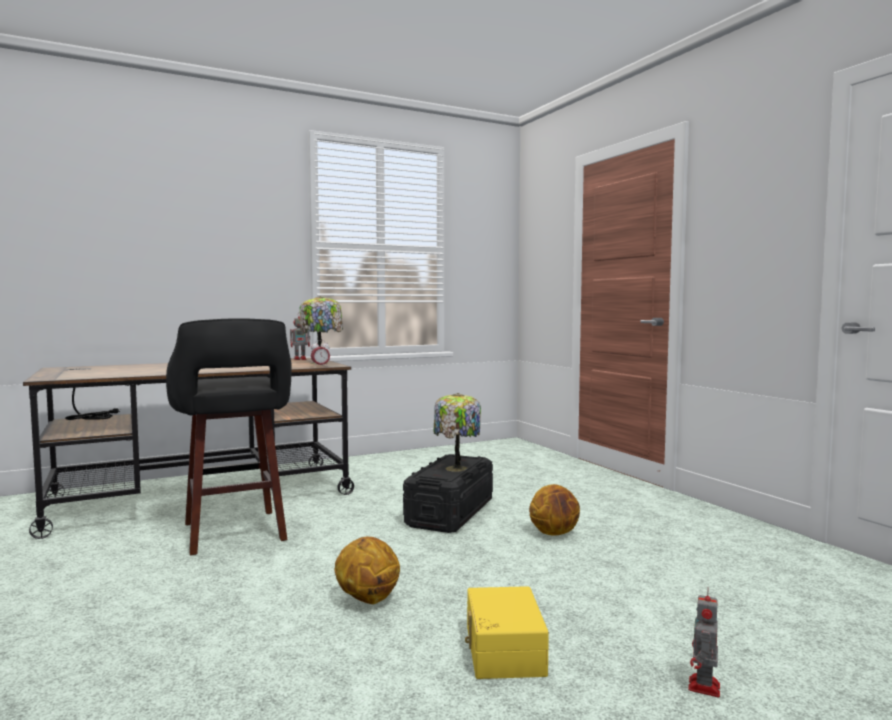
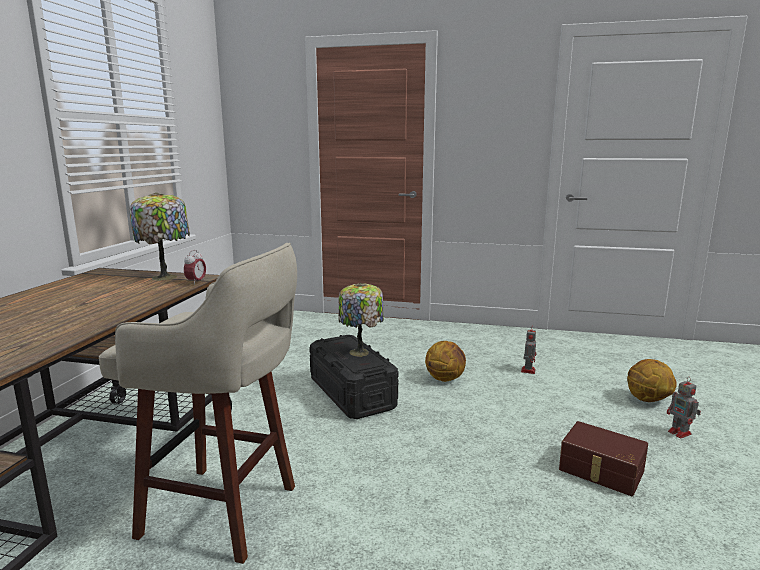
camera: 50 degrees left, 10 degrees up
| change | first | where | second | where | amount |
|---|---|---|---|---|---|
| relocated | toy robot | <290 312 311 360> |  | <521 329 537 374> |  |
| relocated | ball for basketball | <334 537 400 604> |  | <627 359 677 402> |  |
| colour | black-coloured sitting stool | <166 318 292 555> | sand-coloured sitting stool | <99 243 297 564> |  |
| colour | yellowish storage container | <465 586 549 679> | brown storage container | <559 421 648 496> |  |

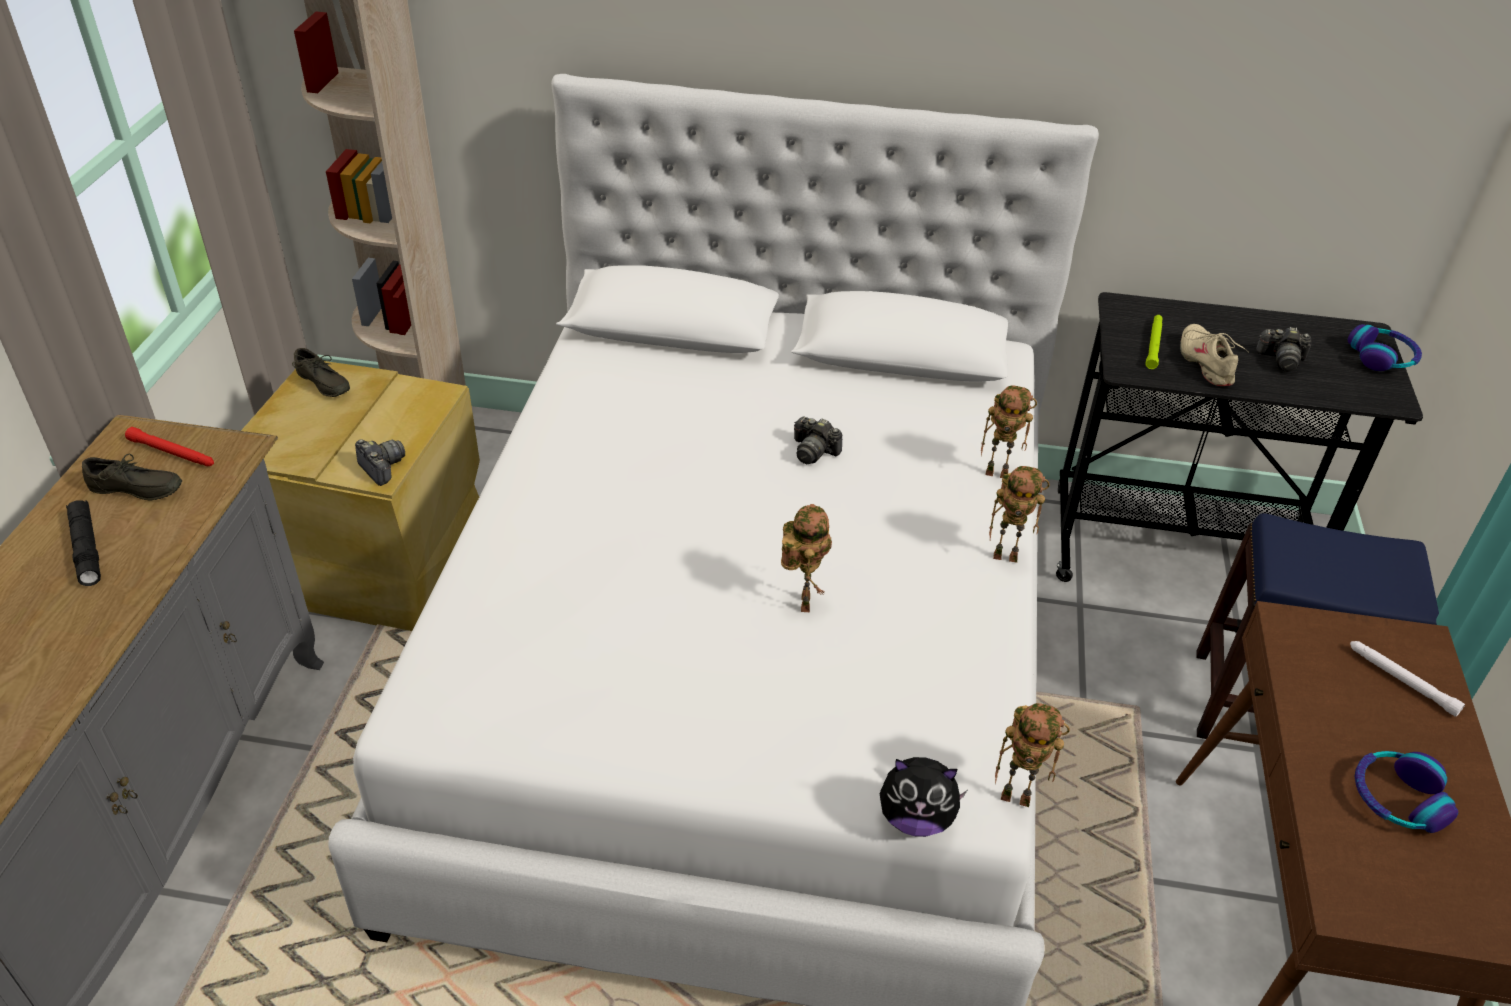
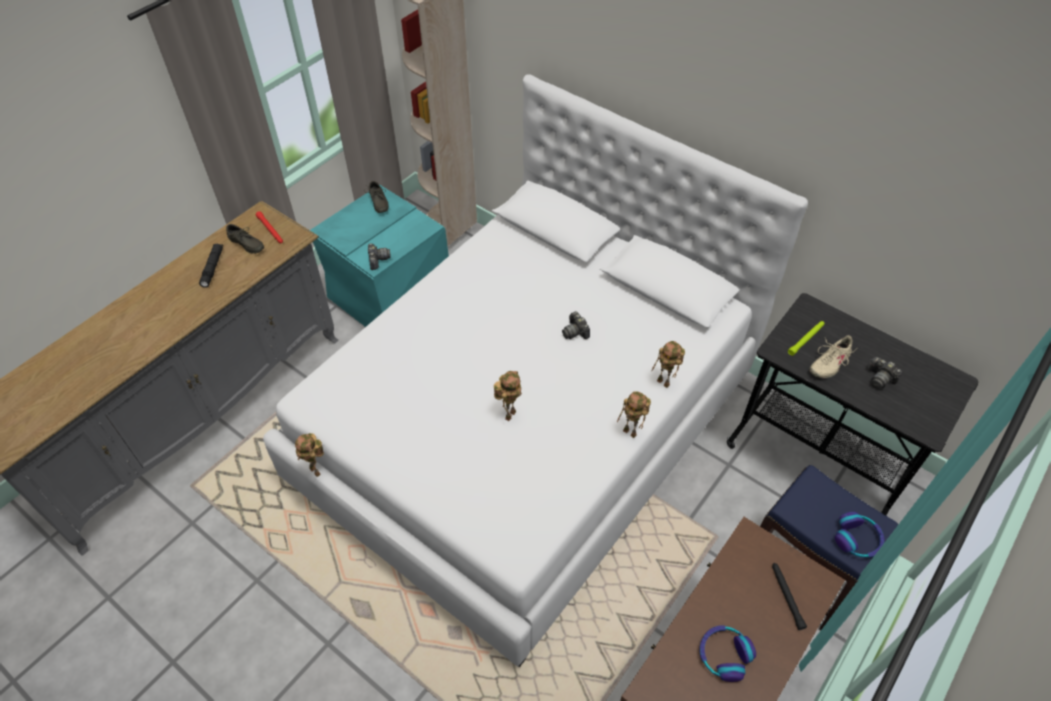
camera: 30 degrees right, 10 degrees up
| change | first | where | second | where | amount |
|---|---|---|---|---|---|
| missing | soft toy | <879 757 967 837> |  |  |  |
| relocated | toy robot | <995 703 1070 807> |  | <295 433 324 477> |  |
| relocated | headset | <1348 324 1422 371> |  | <835 512 884 558> |  |
| colour | sand-coloured storage container | <241 361 480 631> | turquoise storage container | <310 185 449 327> |  |
| colour | white hand torch | <1350 641 1465 717> | black-coloured hand torch | <772 563 807 630> |  |
| spun | sand-coloured low shoe | <1180 324 1249 386> |  | <809 335 856 378> | 150 degrees counterclockwise |

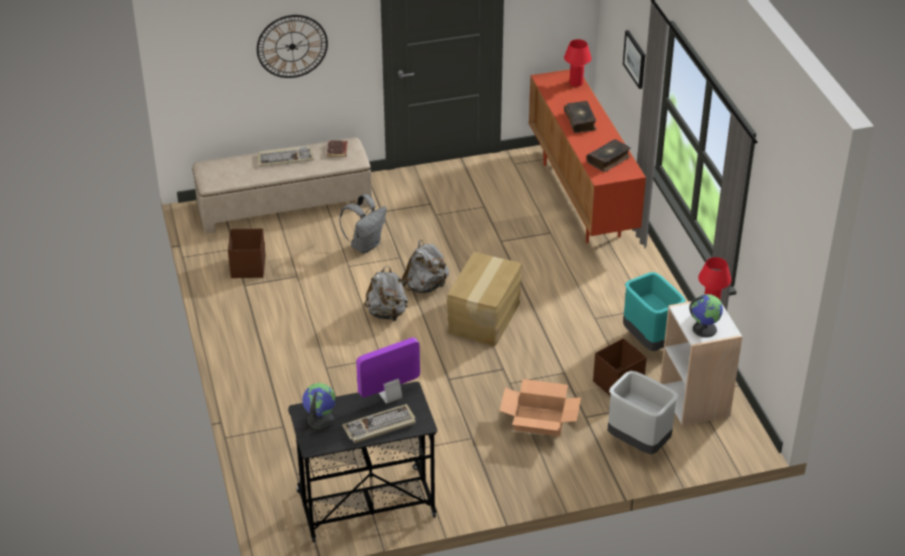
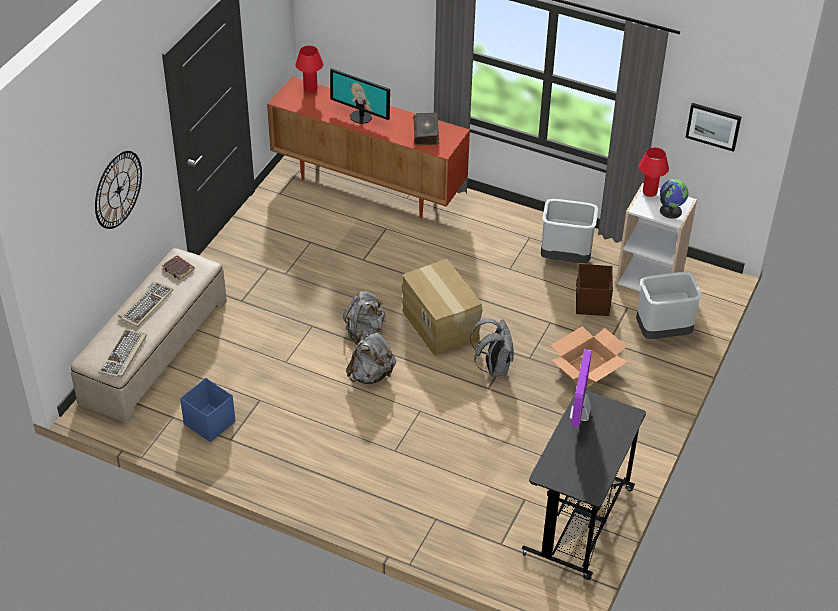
camera: 50 degrees left, 5 degrees up
| change | first | where | second | where | amount |
|---|---|---|---|---|---|
| missing | world globe | <302 383 335 429> |  |  |  |
| relocated | greyish knapsack | <340 194 387 253> |  | <470 318 514 377> |  |
| relocated | PC keyboard | <342 404 416 443> |  | <98 329 147 377> |  |
| relocated | wall picture | <623 30 645 89> |  | <685 103 741 152> |  |
| exchanged | bound book | <564 101 597 133> | computer screen | <330 68 390 124> |  |
| colour | brown storage container | <228 228 266 278> | blue storage container | <180 378 236 442> |  |
| colour | turquoise trash can | <623 272 686 351> | greyish trash can | <541 199 598 263> |  |

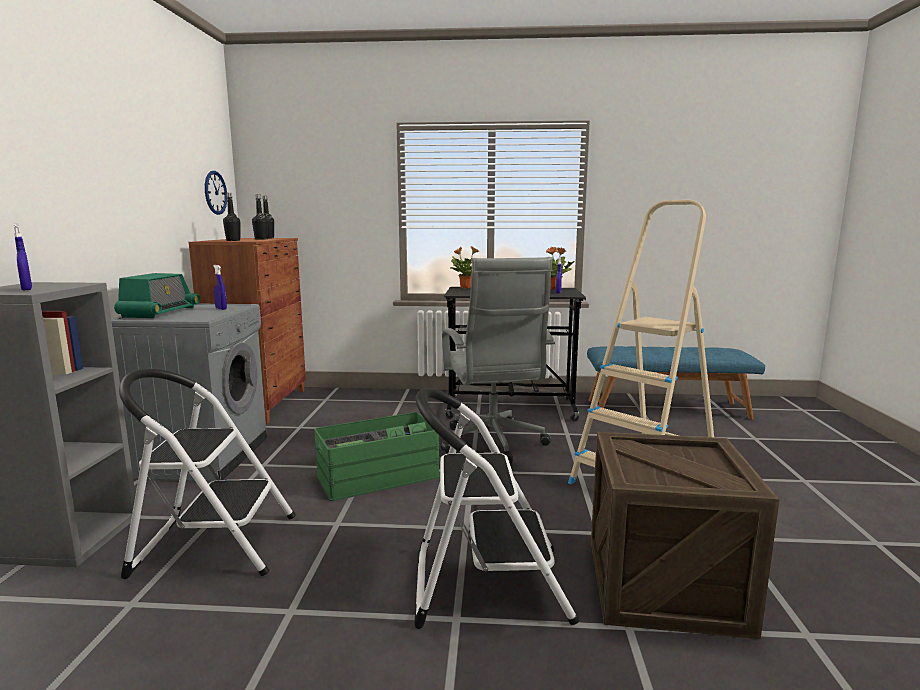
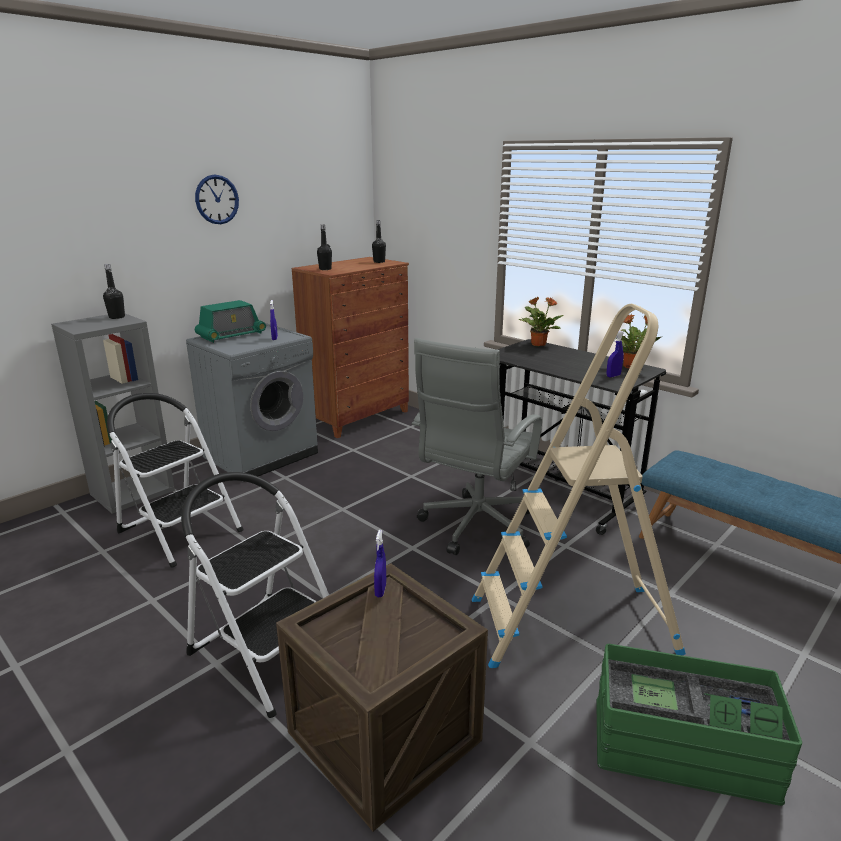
camera: 40 degrees right, 10 degrees up
| change | first | where | second | where | amount |
|---|---|---|---|---|---|
| relocated | blue hand sprayer | <13 223 32 290> |  | <374 530 386 597> |  |
| relocated | wall clock | <205 171 227 215> |  | <195 175 239 224> |  |
| relocated | black-coloured beverage bottle | <252 194 268 240> |  | <103 264 125 319> |  |
| relocated | green-coloured storage container | <314 412 440 501> |  | <596 644 802 806> |  |

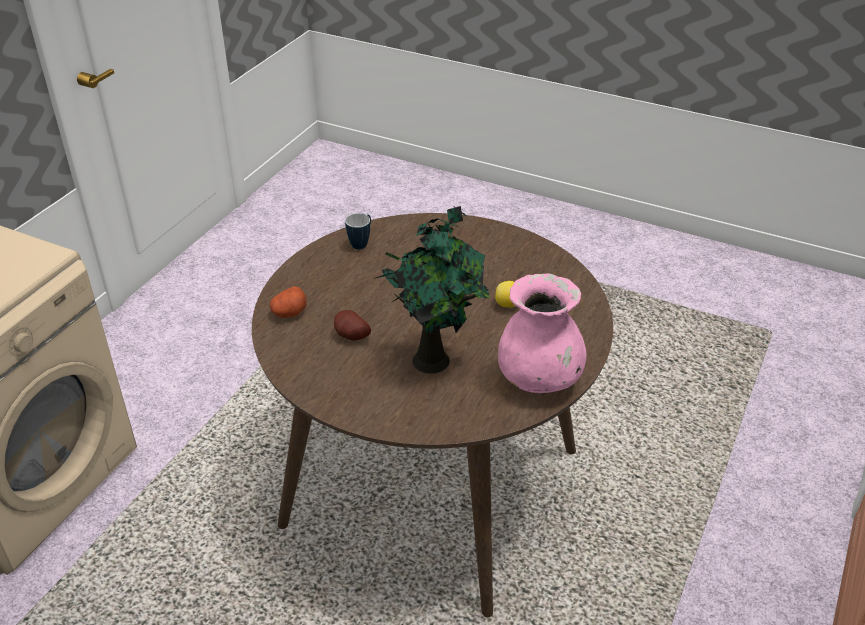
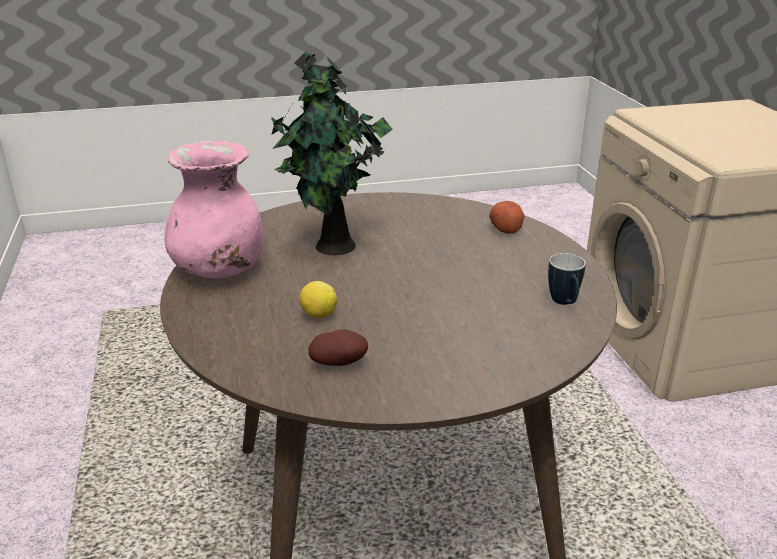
camera: 140 degrees right, 10 degrees down
| change | first | where | second | where | amount |
|---|---|---|---|---|---|
| relocated | whole potato | <334 310 371 341> |  | <308 330 368 366> |  |

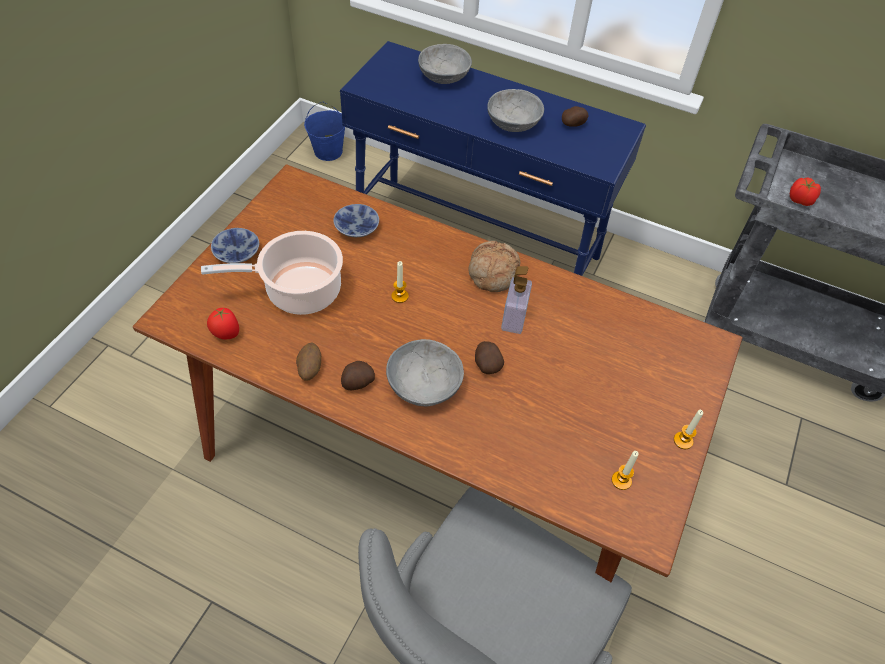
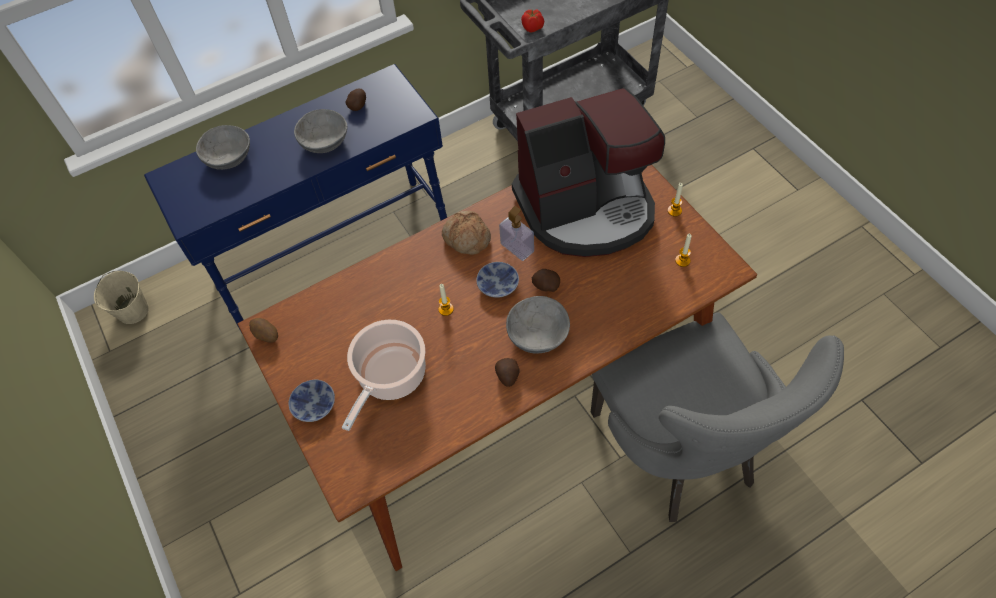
camera: 50 degrees left, 5 degrees up
| change | first | where | second | where | amount |
|---|---|---|---|---|---|
| missing | fresh tomato | <207 308 239 339> |  |  |  |
| appeared |  |  | coffee maker | <512 87 665 257> |  |
| relocated | whole potato | <296 343 321 381> |  | <249 318 278 343> |  |
| relocated | serving bowl | <333 204 379 237> |  | <476 262 519 298> |  |
| colour | blue pail | <304 102 345 161> | sand-coloured pail | <94 271 149 324> |  |

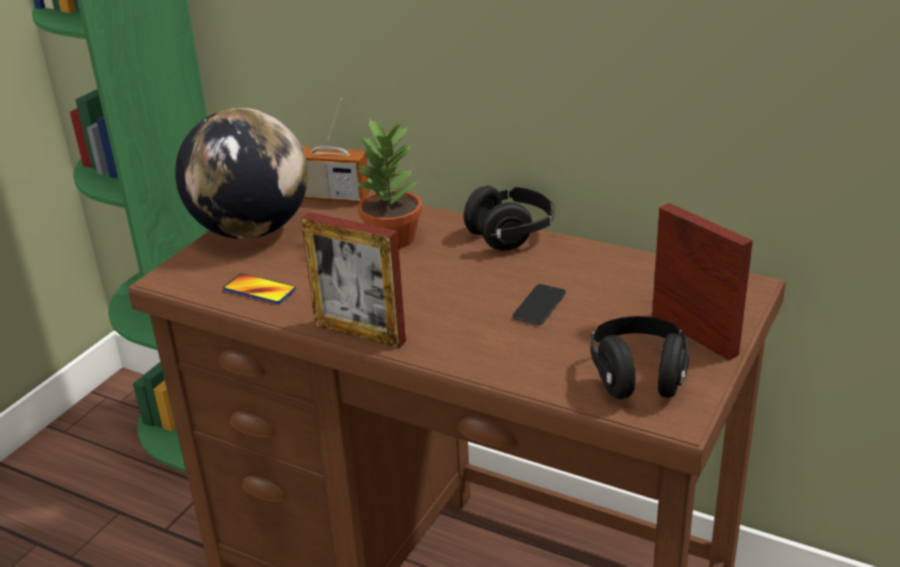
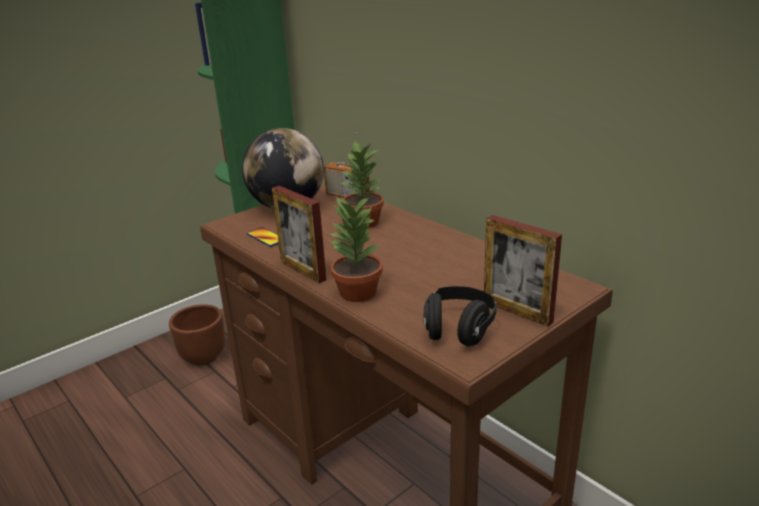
camera: 20 degrees right, 5 degrees down
| change | first | where | second | where | amount |
|---|---|---|---|---|---|
| missing | black-coloured headset | <464 186 555 251> |  |  |  |
| missing | telephone | <512 284 566 325> |  |  |  |
| appeared |  |  | brown planter | <169 304 225 365> |  |
| appeared |  |  | houseplant | <328 196 383 302> |  |
| spun | photo frame | <652 203 753 361> |  | <484 215 562 327> | 150 degrees clockwise |

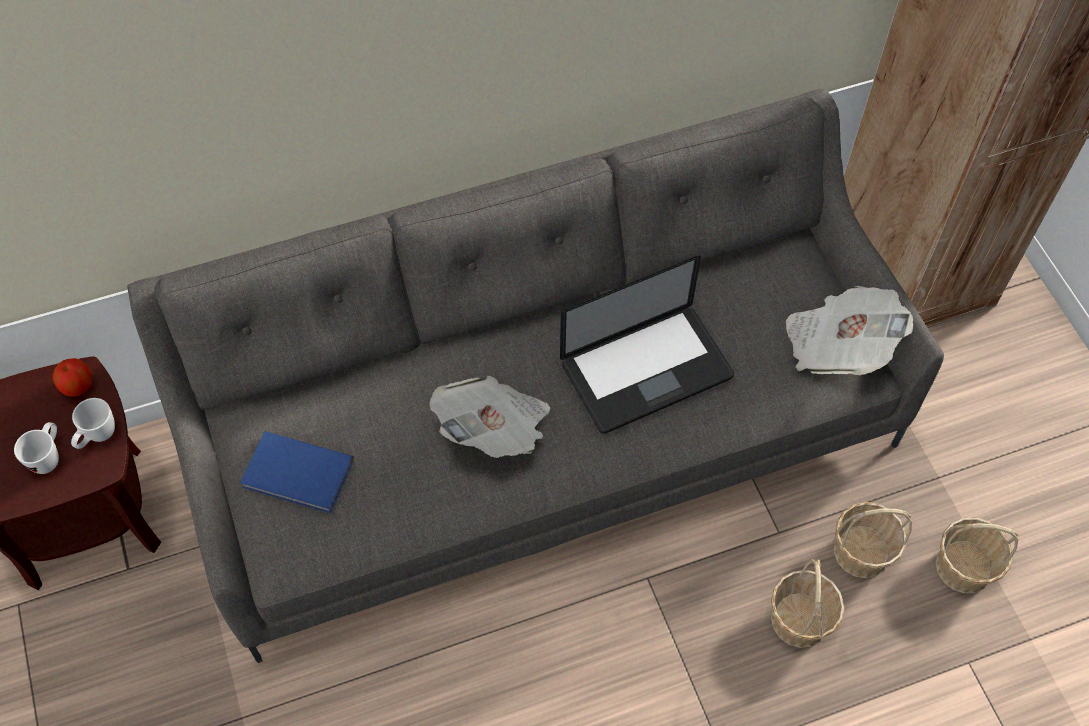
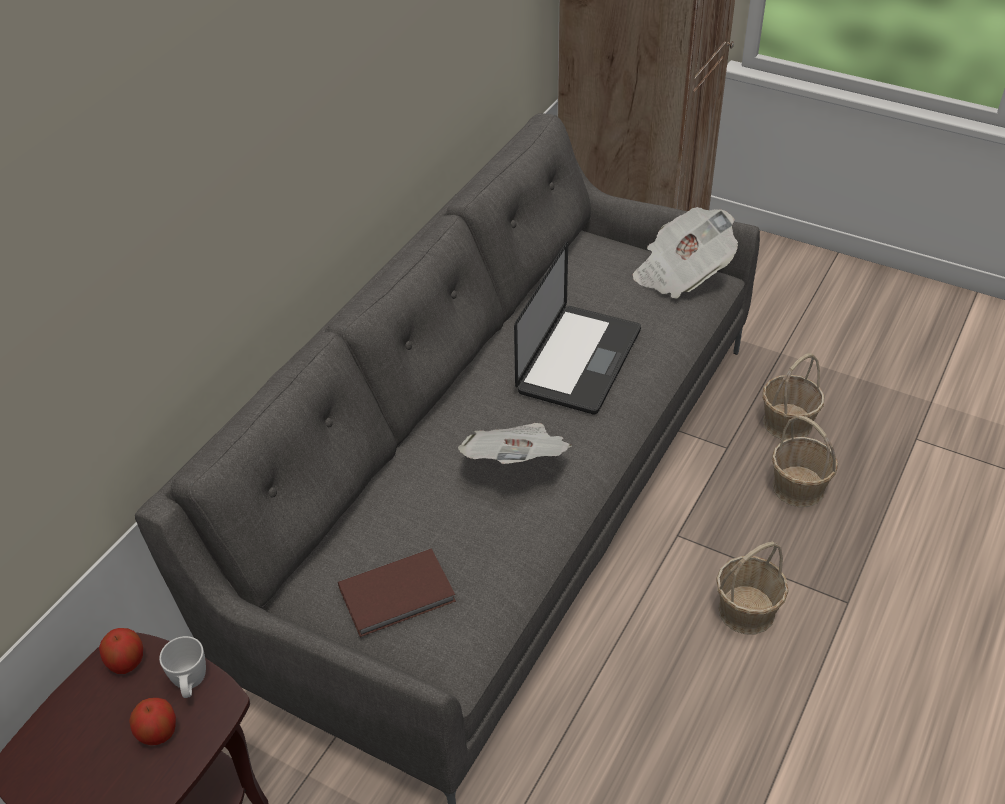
camera: 40 degrees left, 15 degrees down
| change | first | where | second | where | amount |
|---|---|---|---|---|---|
| relocated | basket | <936 517 1019 594> |  | <716 542 789 634> |  |
| exchanged | white tea mug | <14 422 59 474> | whole apple | <129 698 176 745> |  |
| colour | blue bound book | <240 431 354 514> | brown bound book | <338 548 456 637> |  |

